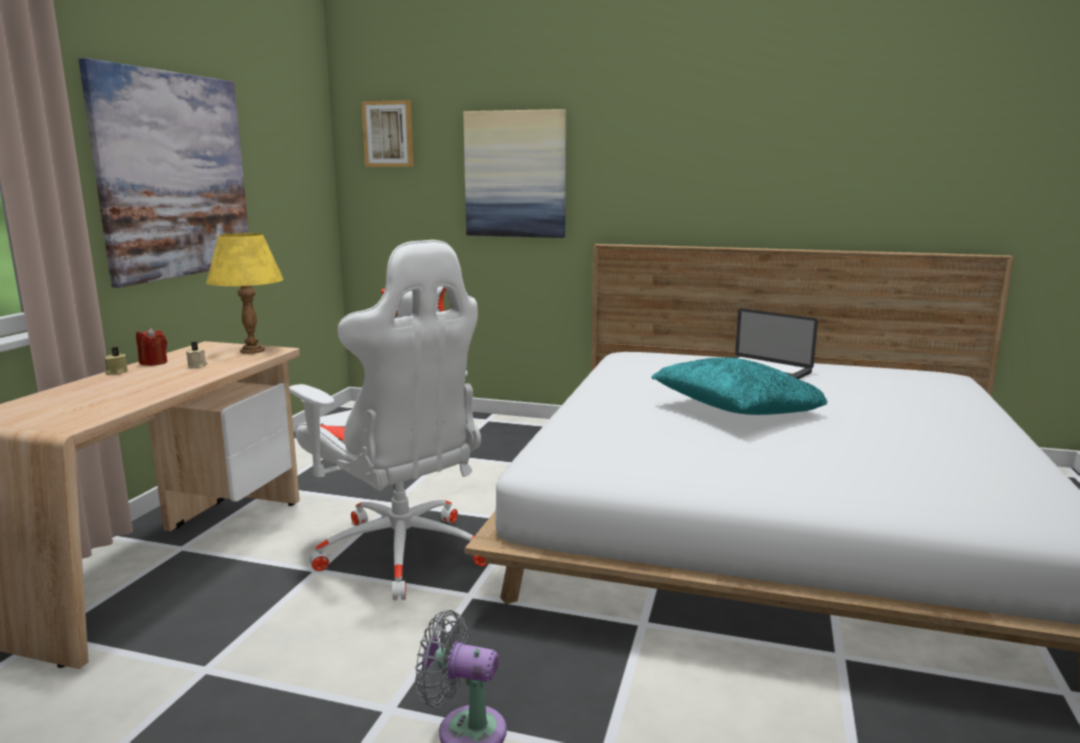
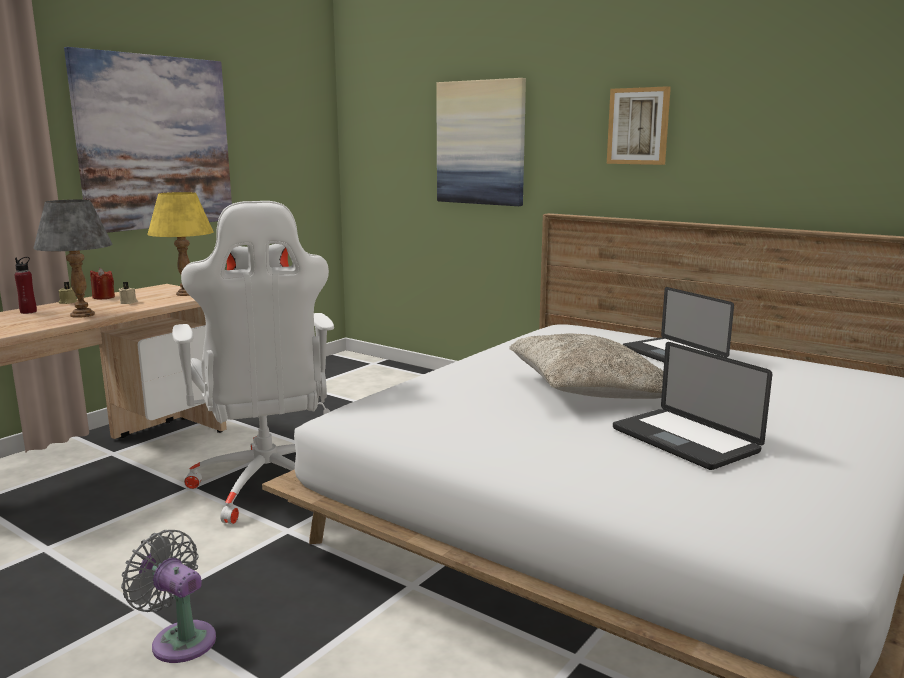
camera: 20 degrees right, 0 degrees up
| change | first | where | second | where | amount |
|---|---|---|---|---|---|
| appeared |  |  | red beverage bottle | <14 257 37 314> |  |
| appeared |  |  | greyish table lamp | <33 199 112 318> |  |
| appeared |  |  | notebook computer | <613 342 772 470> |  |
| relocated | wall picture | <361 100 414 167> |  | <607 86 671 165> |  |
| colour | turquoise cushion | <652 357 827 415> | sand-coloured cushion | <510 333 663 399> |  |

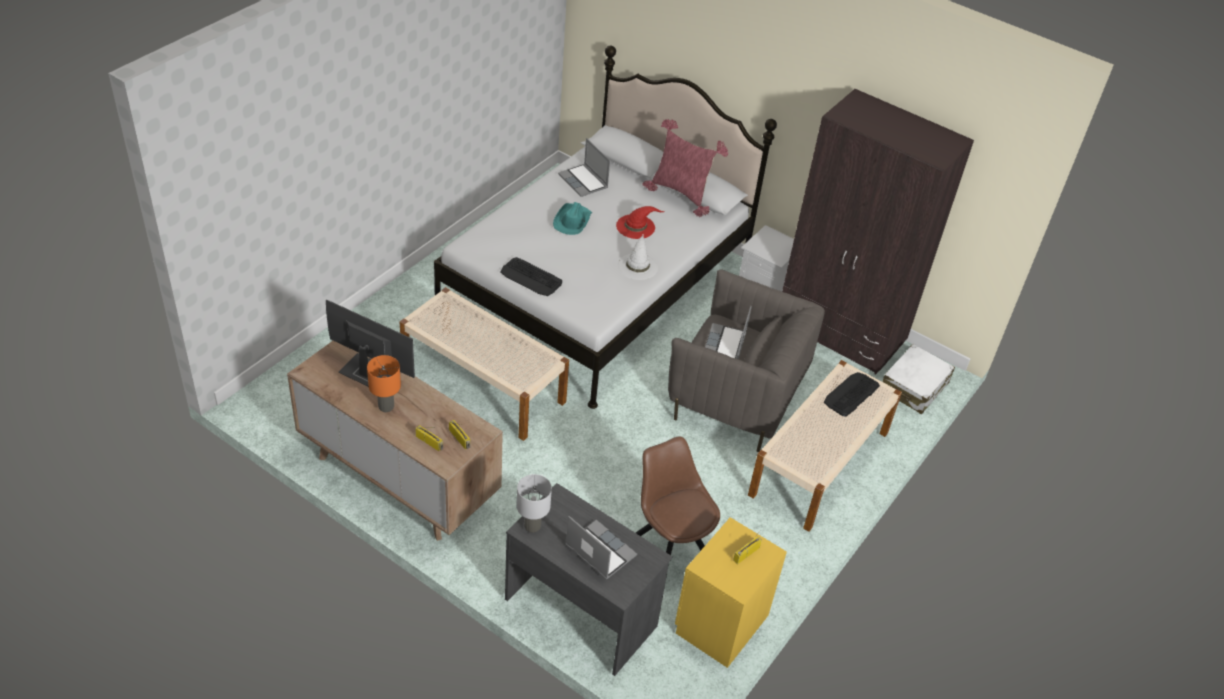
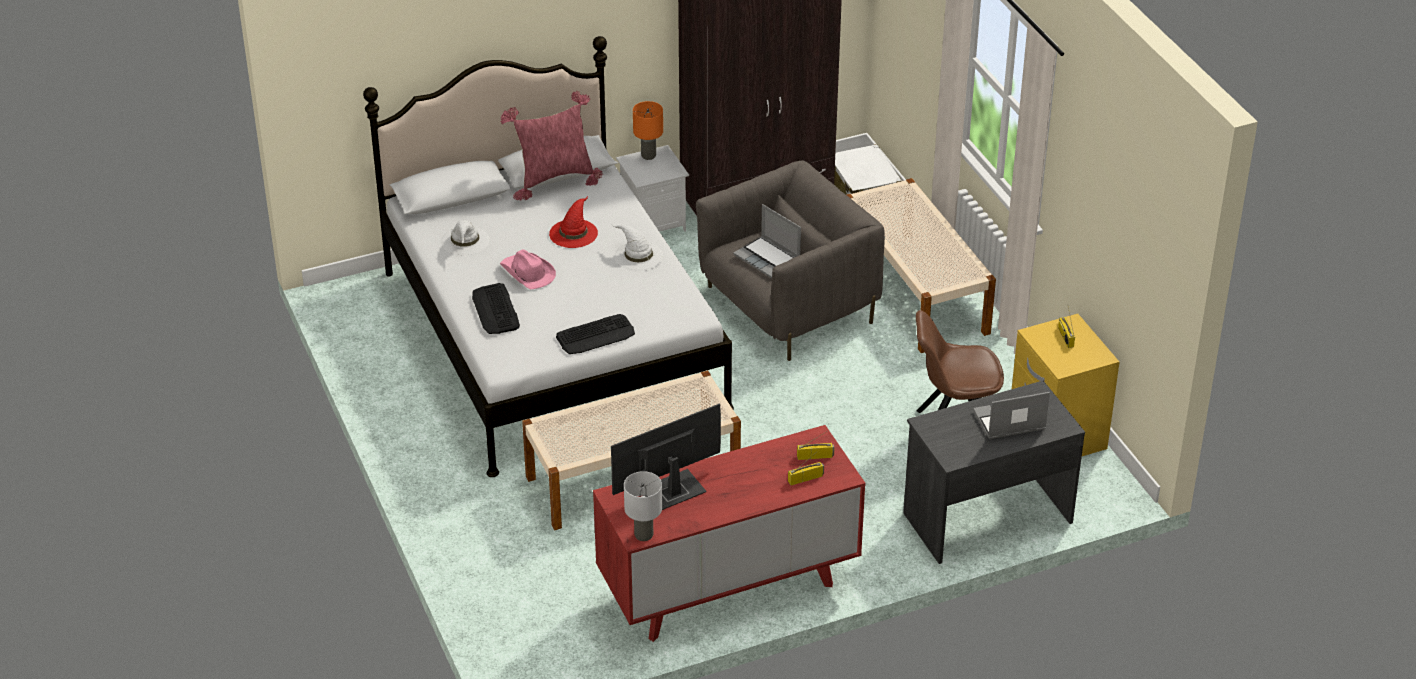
camera: 55 degrees left, 5 degrees down
| change | first | where | second | where | amount |
|---|---|---|---|---|---|
| relocated | orangey table lamp | <367 355 401 412> |  | <633 101 663 160> |  |
| relocated | white table lamp | <517 474 552 533> |  | <624 471 662 541> |  |
| relocated | PC keyboard | <824 372 880 417> |  | <472 283 520 334> |  |
| exchanged | notebook computer | <558 138 610 197> | white clothing hat | <441 220 490 255> |  |
| colour | green-coloured dresser | <287 341 503 541> | red dresser | <593 425 865 642> |  |
| colour | turquoise clothing hat | <553 202 592 235> | pink-coloured clothing hat | <500 249 556 289> |  |

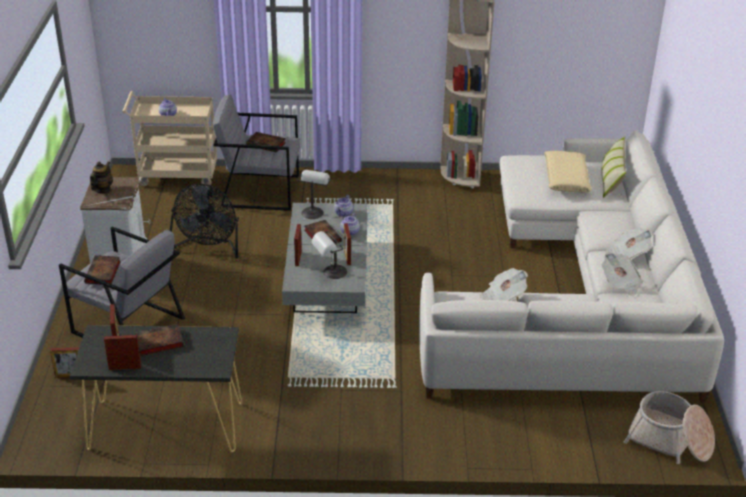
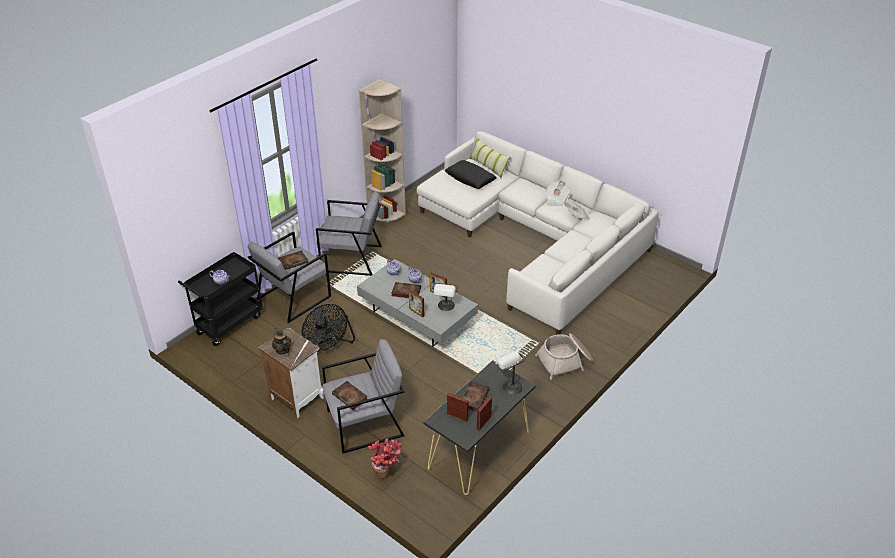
camera: 50 degrees left, 5 degrees up
| change | first | where | second | where | amount |
|---|---|---|---|---|---|
| missing | newspaper | <480 268 528 301> |  |  |  |
| appeared |  |  | greyish lounge chair | <316 192 382 276> |  |
| relocated | table lamp | <297 170 331 219> |  | <495 351 525 395> |  |
| relocated | basket | <624 391 715 464> |  | <535 333 593 380> |  |
| exchanged | photo frame | <50 347 79 378> | houseplant | <368 439 402 479> |  |
| colour | sand-coloured cart | <122 91 217 187> | black-coloured cart | <178 252 263 346> |  |
| colour | sand-coloured cushion | <544 151 592 193> | black-coloured cushion | <445 160 497 189> |  |

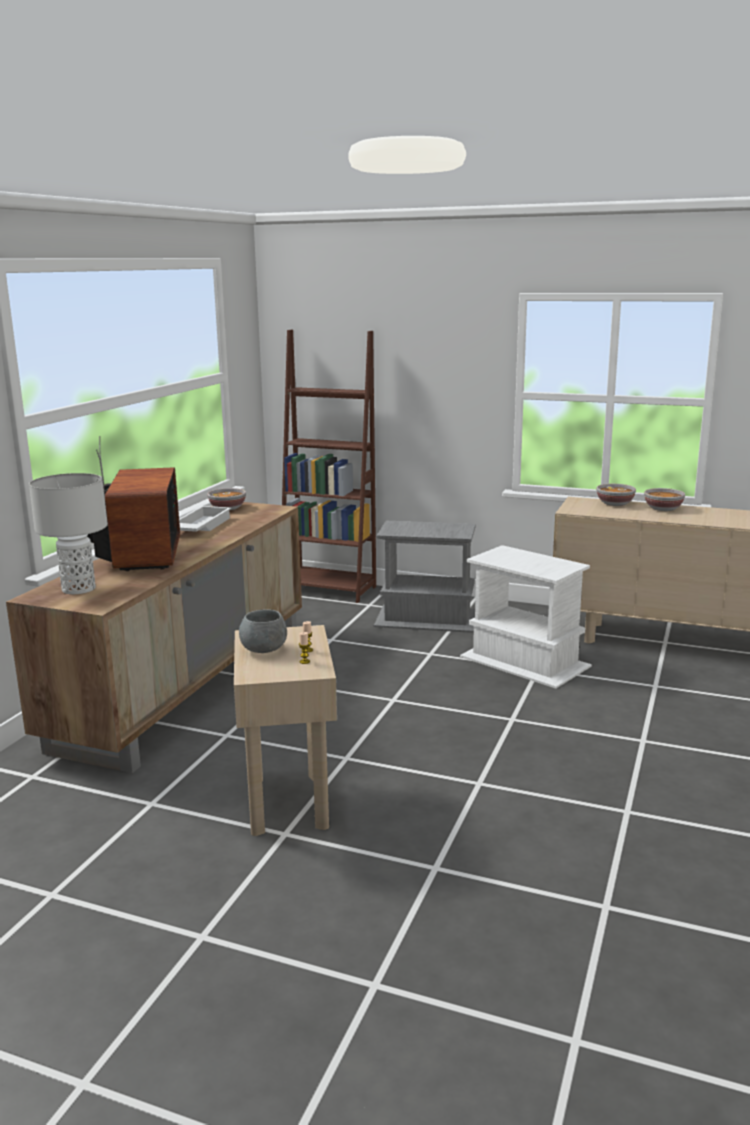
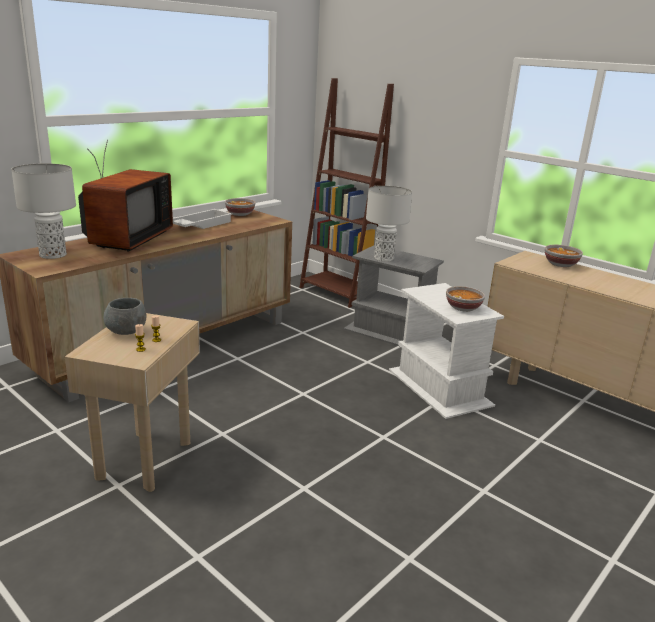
camera: 20 degrees right, 5 degrees up
| change | first | where | second | where | amount |
|---|---|---|---|---|---|
| appeared |  |  | white table lamp | <366 186 412 262> |  |
| relocated | serving bowl | <644 488 685 511> |  | <446 286 485 312> |  |

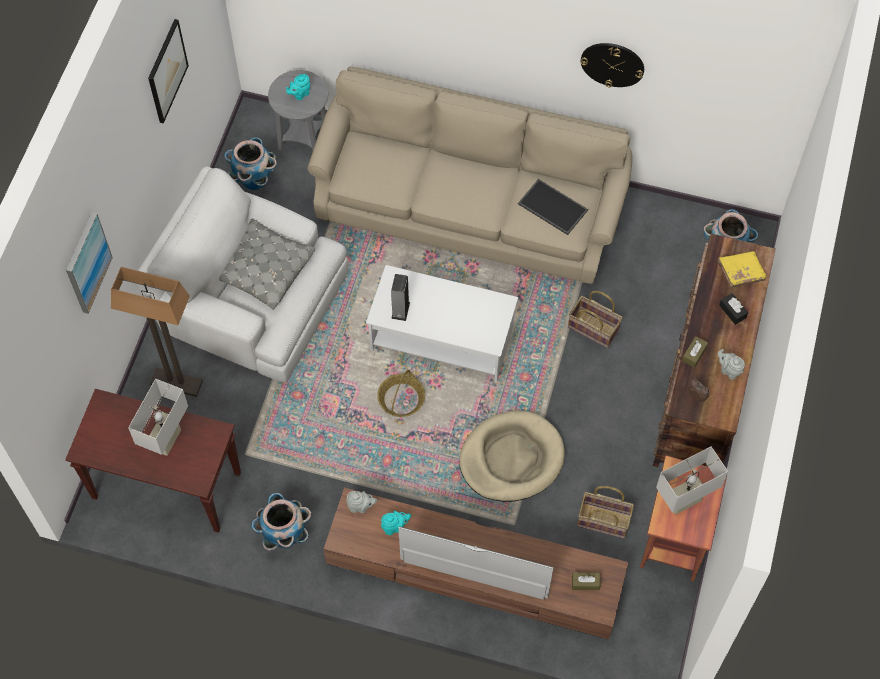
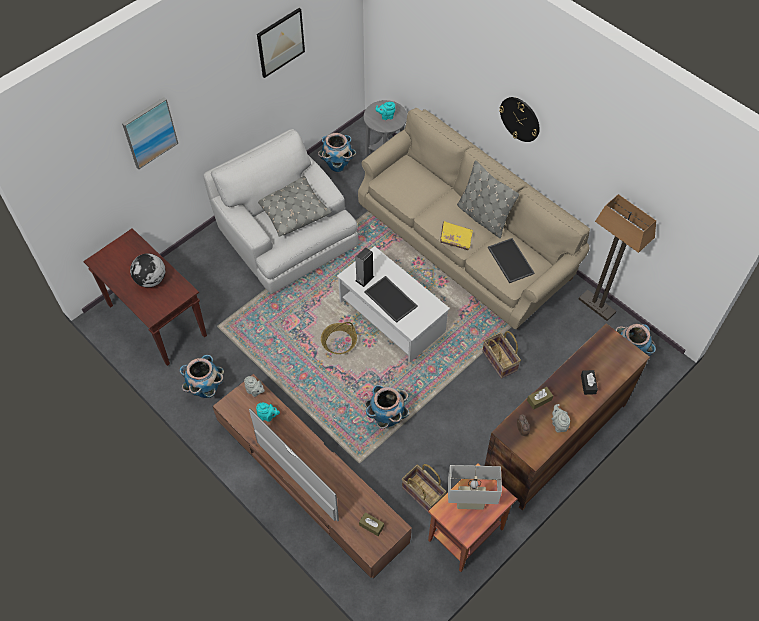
camera: 30 degrees right, 5 degrees down
| change | first | where | second | where | amount |
|---|---|---|---|---|---|
| appeared |  |  | serving tray | <364 276 418 323> |  |
| appeared |  |  | greyish cushion | <457 160 519 238> |  |
| relocated | standing lamp | <111 267 203 397> |  | <579 194 656 321> |  |
| relocated | wall clock | <581 43 644 88> |  | <499 97 540 142> |  |
| relocated | yellowish bound book | <717 251 767 288> |  | <440 221 473 250> |  |
| exchanged | white table lamp | <128 379 188 456> | world globe | <130 253 166 288> |  |
| exchanged | sand-coloured dog cushion | <460 411 565 502> | planter | <365 385 409 429> |  |

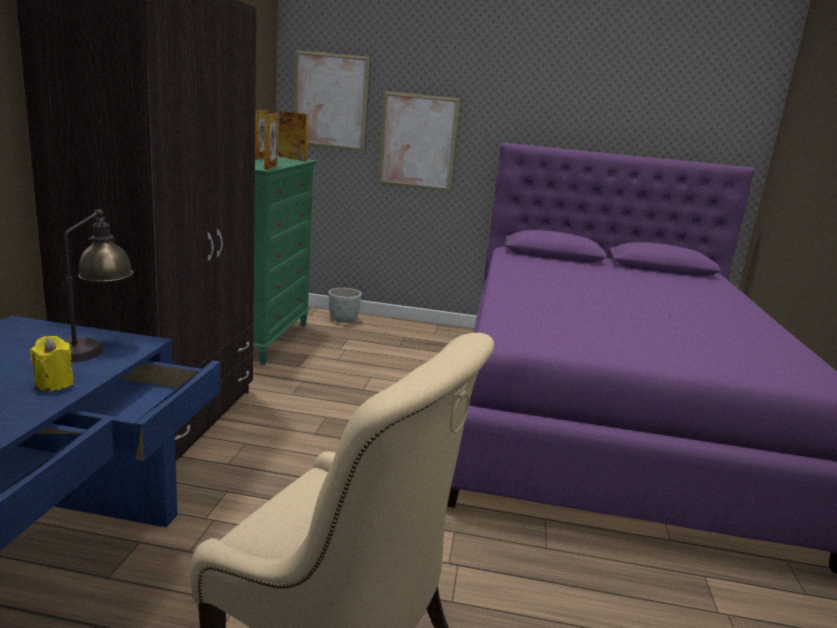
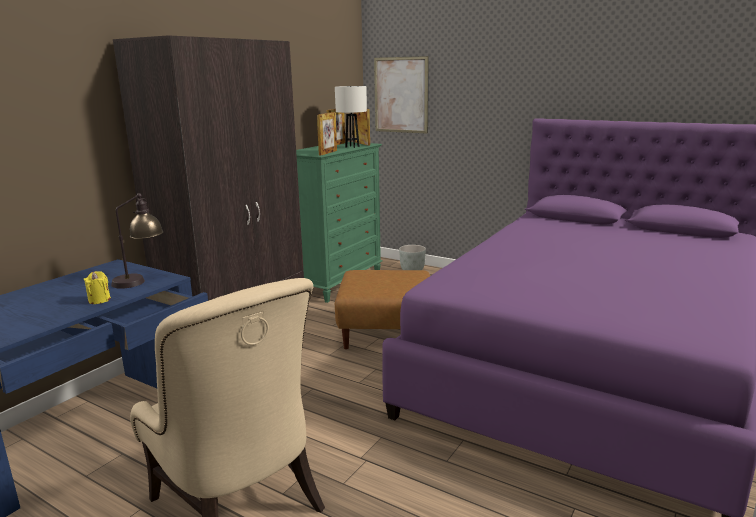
camera: 25 degrees right, 0 degrees up
| change | first | where | second | where | amount |
|---|---|---|---|---|---|
| missing | wall picture | <378 91 461 192> |  |  |  |
| appeared |  |  | white table lamp | <335 86 367 148> |  |
| appeared |  |  | brown ottoman | <335 270 430 349> |  |

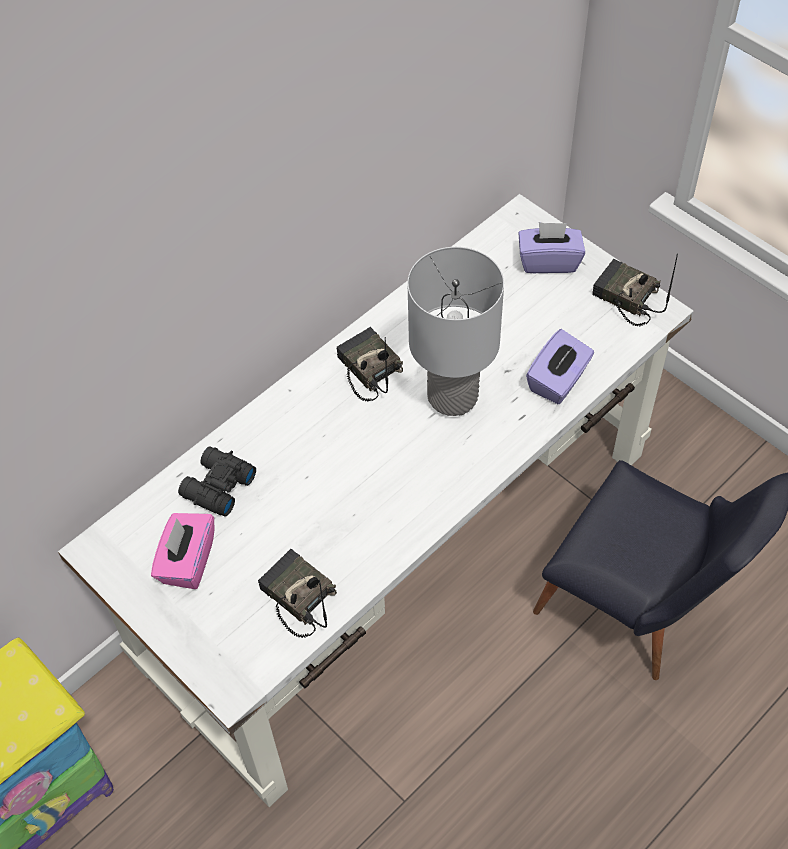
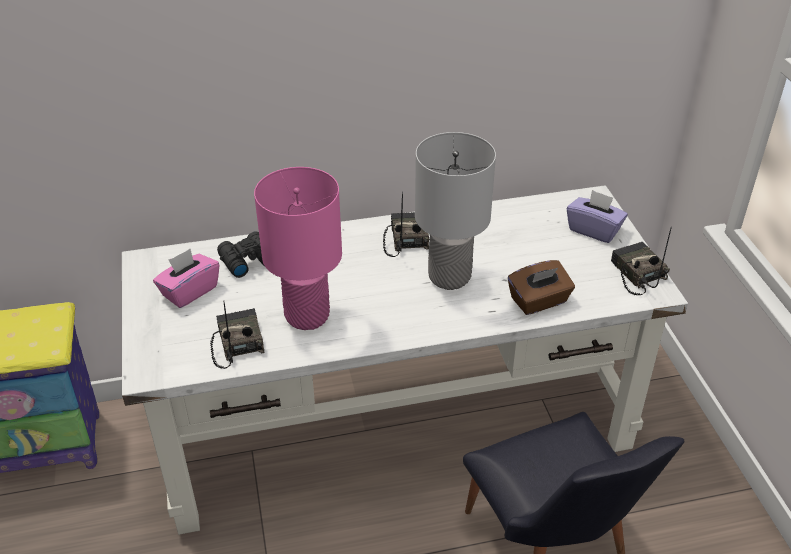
camera: 30 degrees right, 15 degrees down
| change | first | where | second | where | amount |
|---|---|---|---|---|---|
| appeared |  |  | pink-coloured table lamp | <254 167 342 330> |  |
| colour | purplish box of tissues | <526 329 594 404> | brown box of tissues | <508 260 575 315> |  |

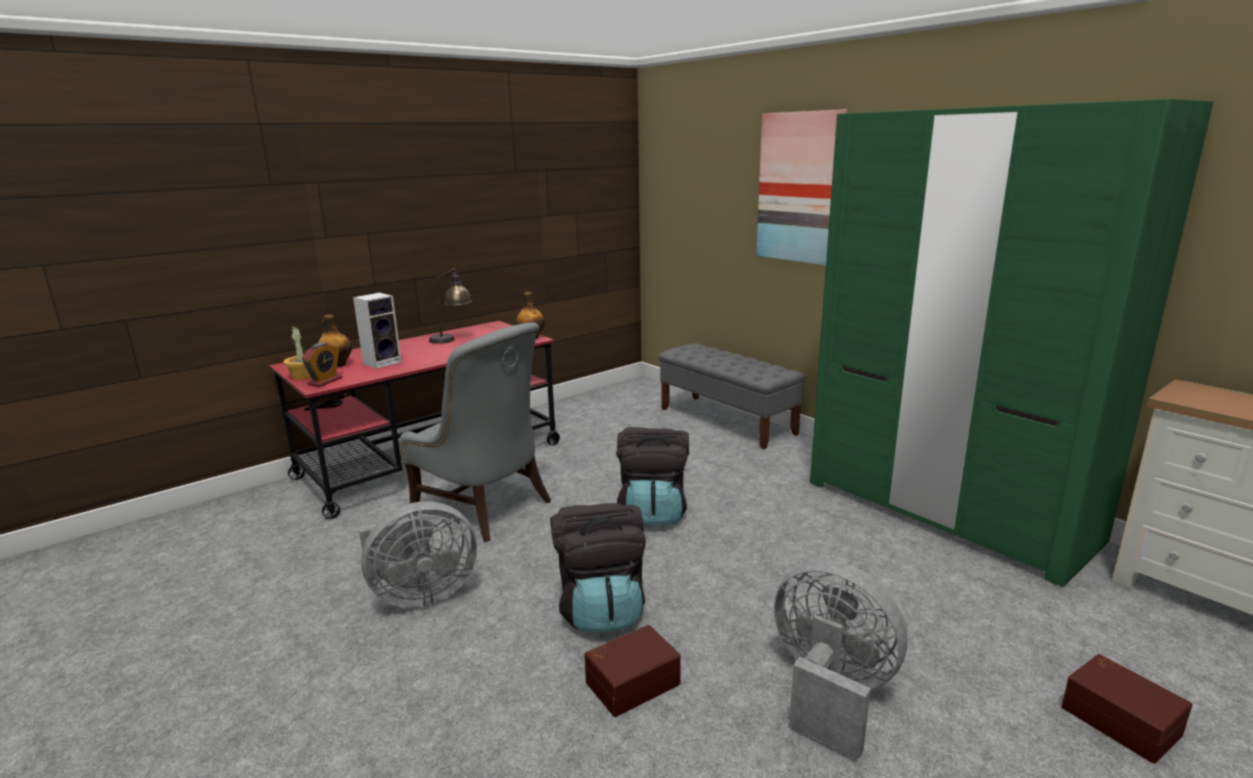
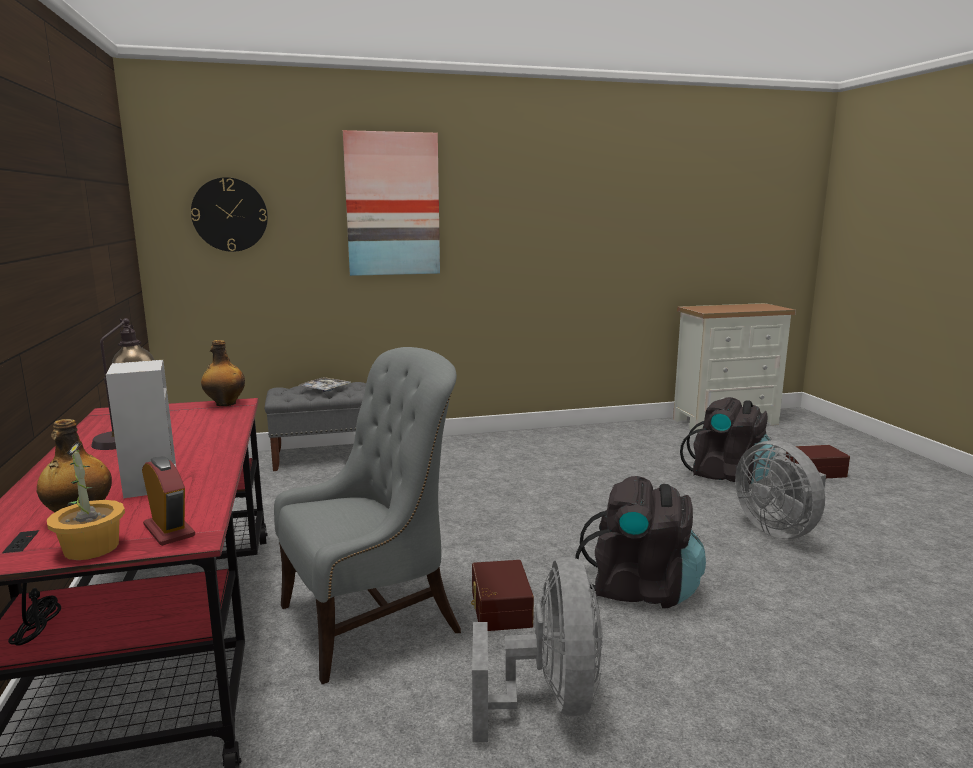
camera: 65 degrees left, 5 degrees down
| change | first | where | second | where | amount |
|---|---|---|---|---|---|
| missing | green-coloured wardrobe | <810 99 1214 587> |  |  |  |
| appeared |  |  | wall clock | <191 177 268 252> |  |
| appeared |  |  | serving tray | <298 377 351 392> |  |
| relocated | brown storage container | <585 625 681 717> |  | <471 560 534 631> |  |
| relocated | black-coloured knapsack | <616 427 689 525> |  | <680 397 775 484> |  |
| spun | greyish fan | <774 560 908 760> |  | <735 440 826 539> | 90 degrees counterclockwise |

